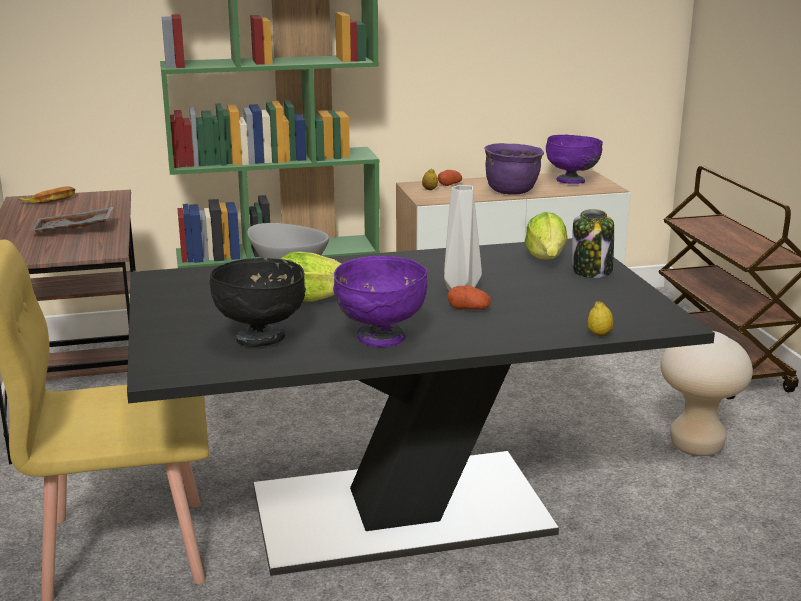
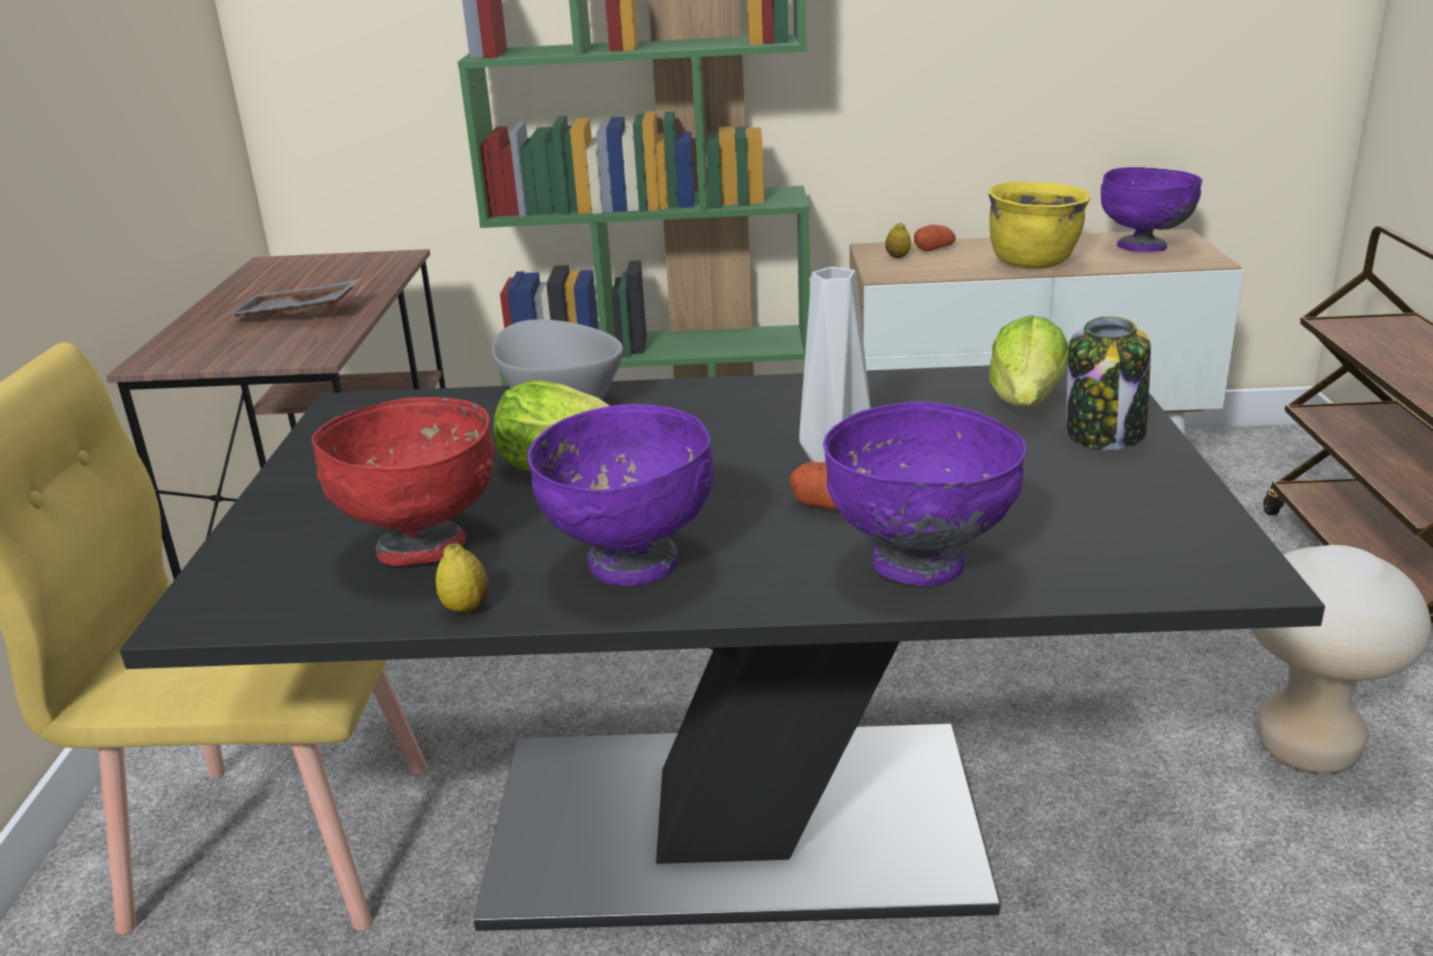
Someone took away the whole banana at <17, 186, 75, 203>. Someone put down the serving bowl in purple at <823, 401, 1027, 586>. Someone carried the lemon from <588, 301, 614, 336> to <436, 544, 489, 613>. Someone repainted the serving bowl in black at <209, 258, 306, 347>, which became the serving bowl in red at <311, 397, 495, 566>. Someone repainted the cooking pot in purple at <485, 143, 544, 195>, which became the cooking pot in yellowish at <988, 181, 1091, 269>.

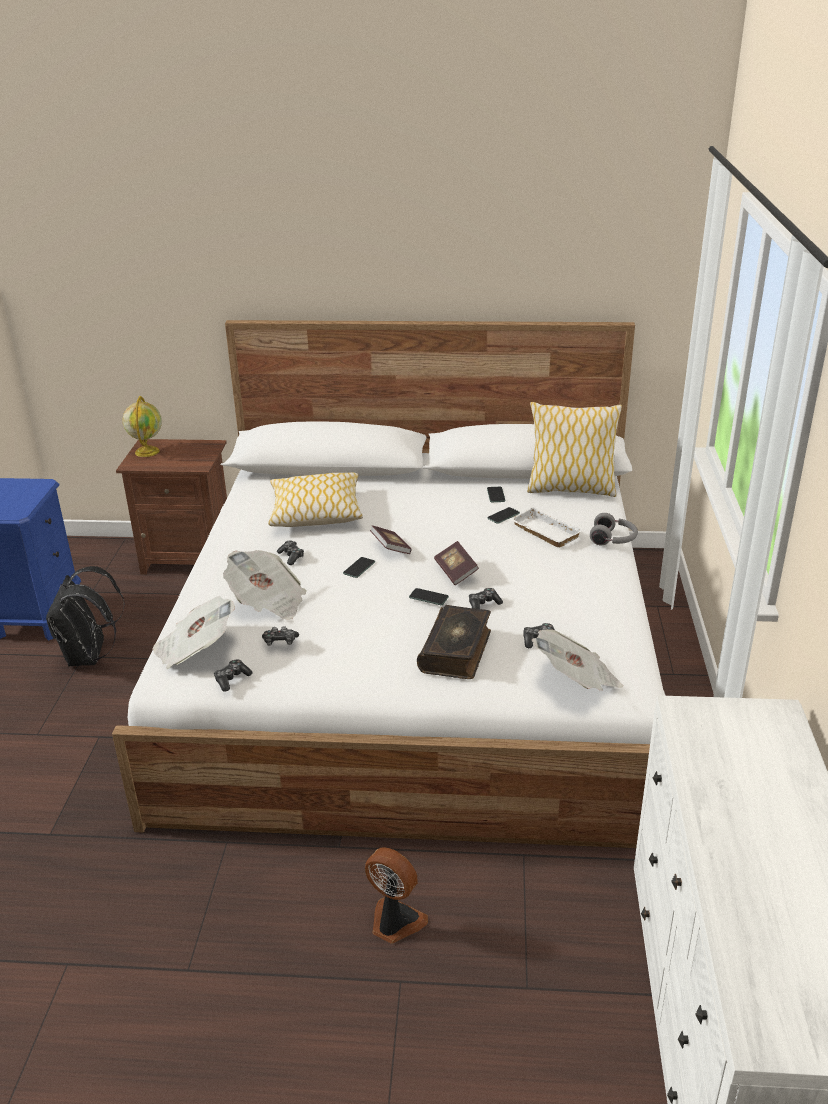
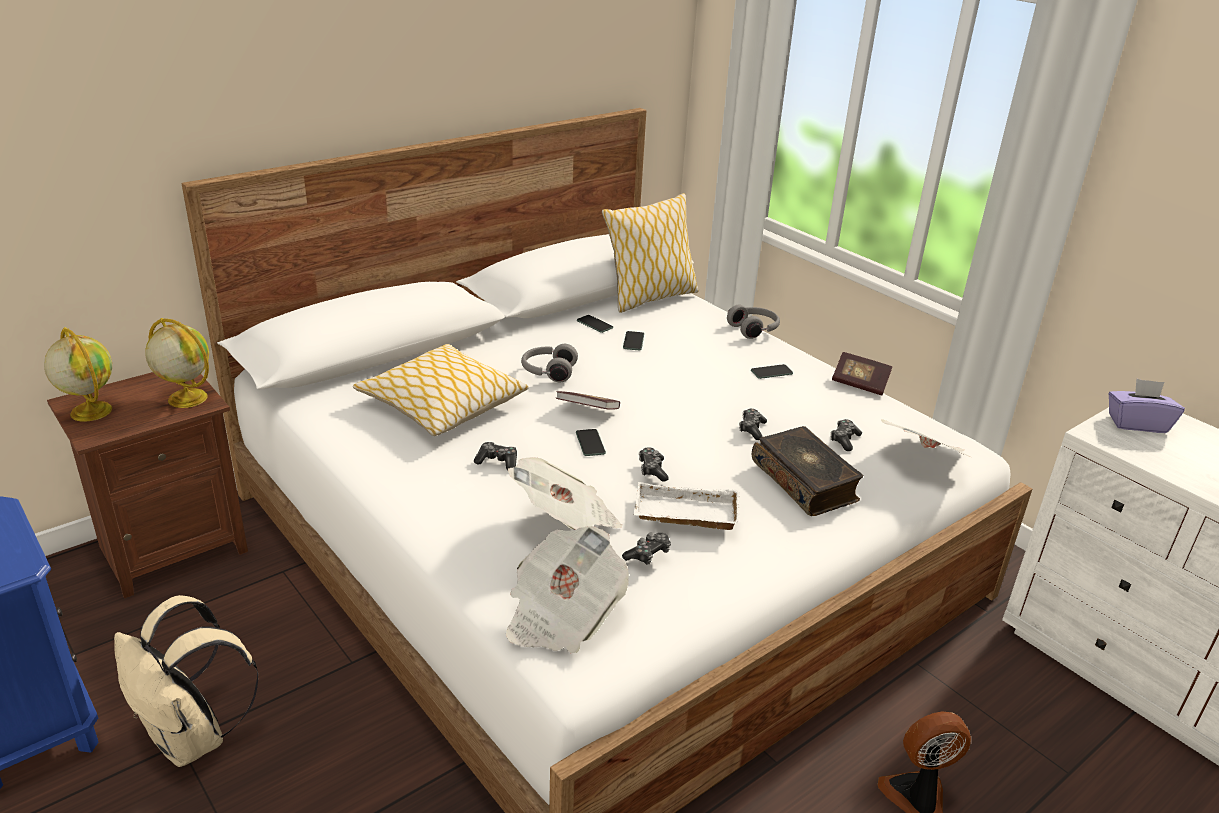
Someone put down the world globe at <145, 318, 209, 408>. Someone put down the headset in greyish at <521, 344, 578, 382>. Someone put down the tissue holder in purple at <1109, 379, 1185, 433>. Someone carried the gamepad from <214, 659, 253, 692> to <639, 447, 669, 481>. Someone carried the phone from <409, 588, 449, 605> to <751, 364, 793, 379>. Someone carried the book from <434, 541, 479, 585> to <832, 352, 893, 395>. Someone carried the carrying tray in white-coloured from <509, 507, 583, 547> to <633, 482, 740, 530>. Someone repainted the backpack in black at <46, 566, 125, 666>, which became the backpack in beige-coloured at <114, 595, 259, 767>.

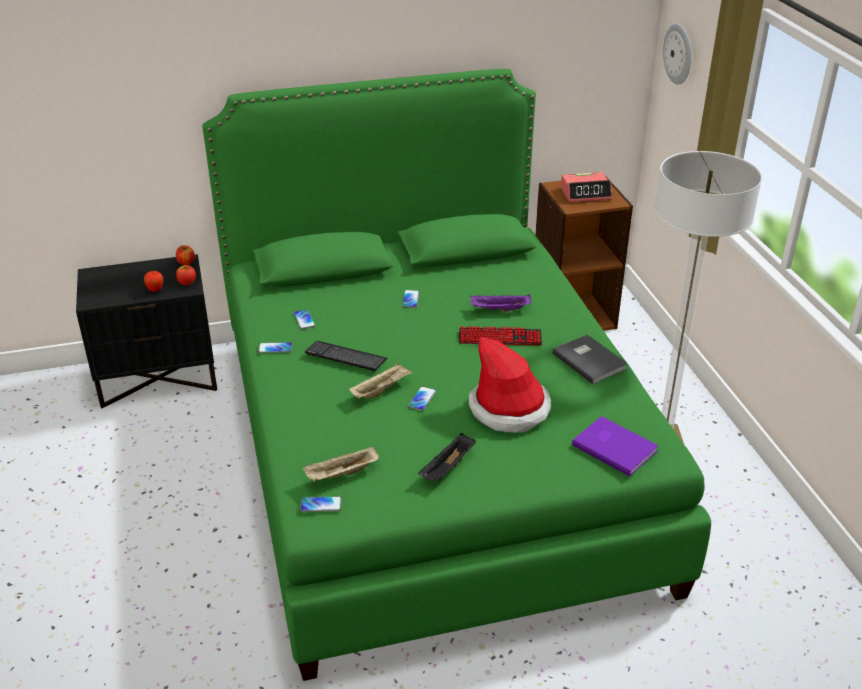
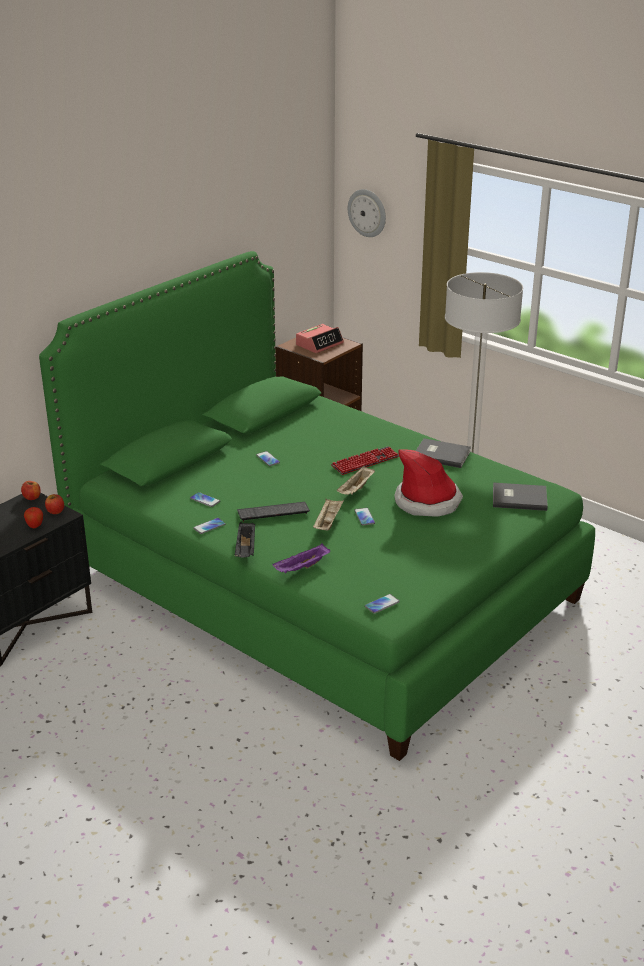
Someone carried the carrying tray in beige-coloured from <303, 446, 379, 482> to <336, 466, 375, 495>. Someone carried the carrying tray in black from <418, 433, 476, 482> to <235, 522, 255, 558>. Someone carried the carrying tray in purple from <470, 294, 531, 312> to <272, 543, 330, 573>. Someone repainted the book in purple at <572, 416, 659, 476>, which became the book in greyish at <493, 483, 548, 511>.

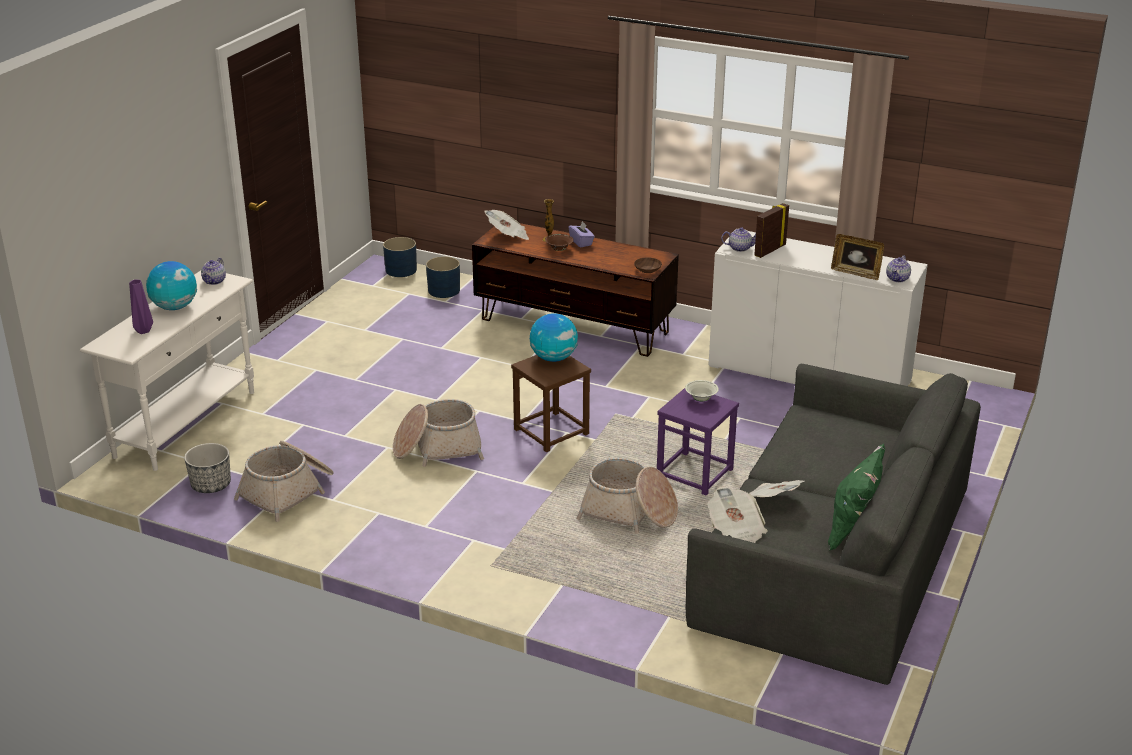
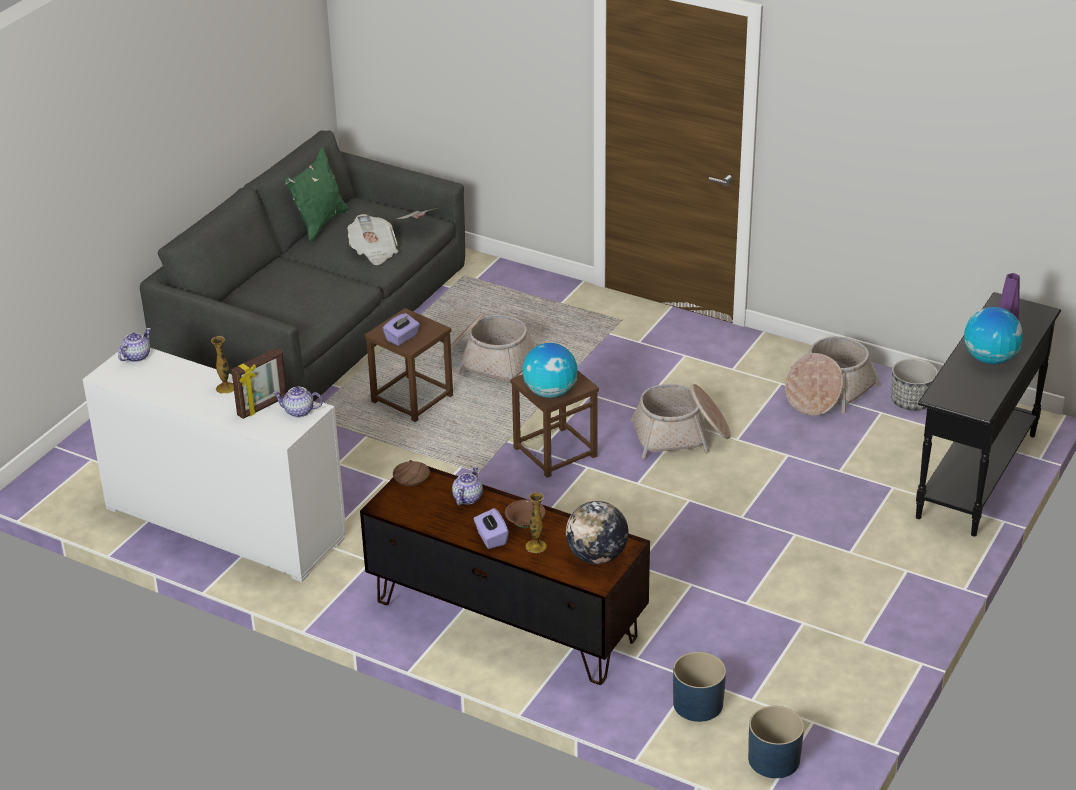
Someone took away the standing frame at <831, 234, 884, 280>. Someone put down the decorative vase at <211, 336, 234, 394>. Someone carried the pot for tea from <201, 258, 226, 285> to <452, 466, 483, 505>. Someone swapped the newspaper at <485, 210, 529, 240> for the world globe at <566, 501, 628, 564>. Someone swapped the serving bowl in white-coloured at <685, 380, 719, 401> for the tissue holder in purple at <383, 313, 420, 346>. Someone repainted the narrow table in white-coloured at <80, 271, 254, 471>, which became the narrow table in black at <916, 292, 1061, 537>. Someone repainted the stool seat in purple at <657, 388, 739, 495>, which became the stool seat in brown at <365, 308, 453, 422>.

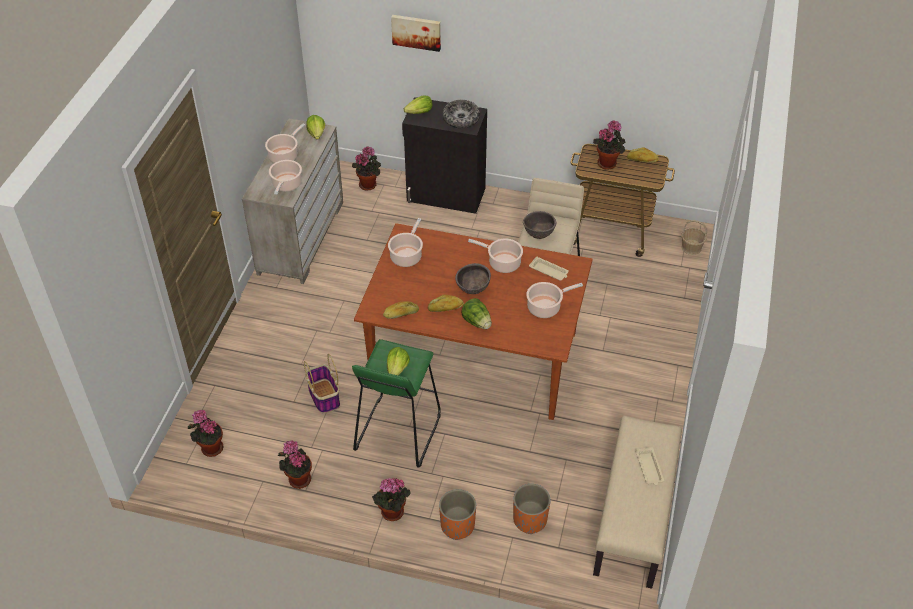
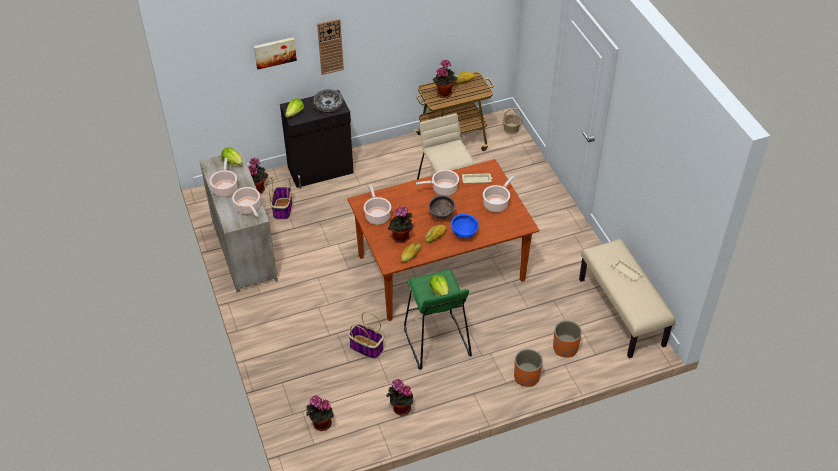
Someone took away the serving bowl in brown at <523, 211, 556, 239>. Someone put down the basket at <269, 177, 292, 220>. Someone put up the hanging clock at <317, 18, 344, 75>. Someone carried the houseplant from <372, 478, 410, 521> to <388, 206, 413, 243>. Someone swapped the lettuce head at <462, 298, 492, 329> for the serving bowl in bluish at <451, 214, 479, 238>.

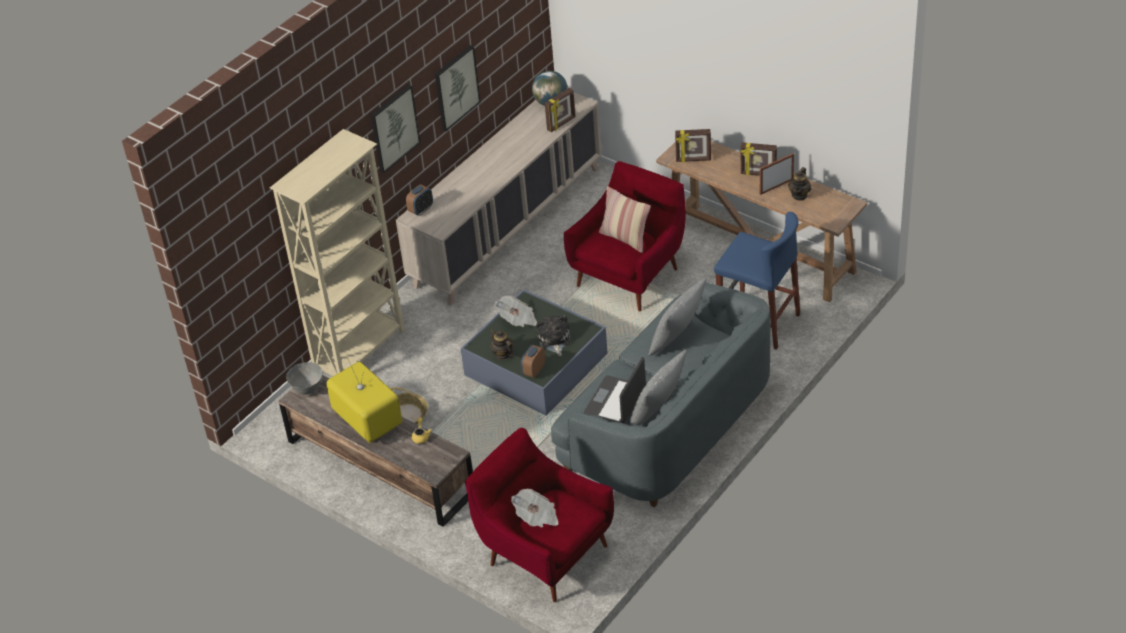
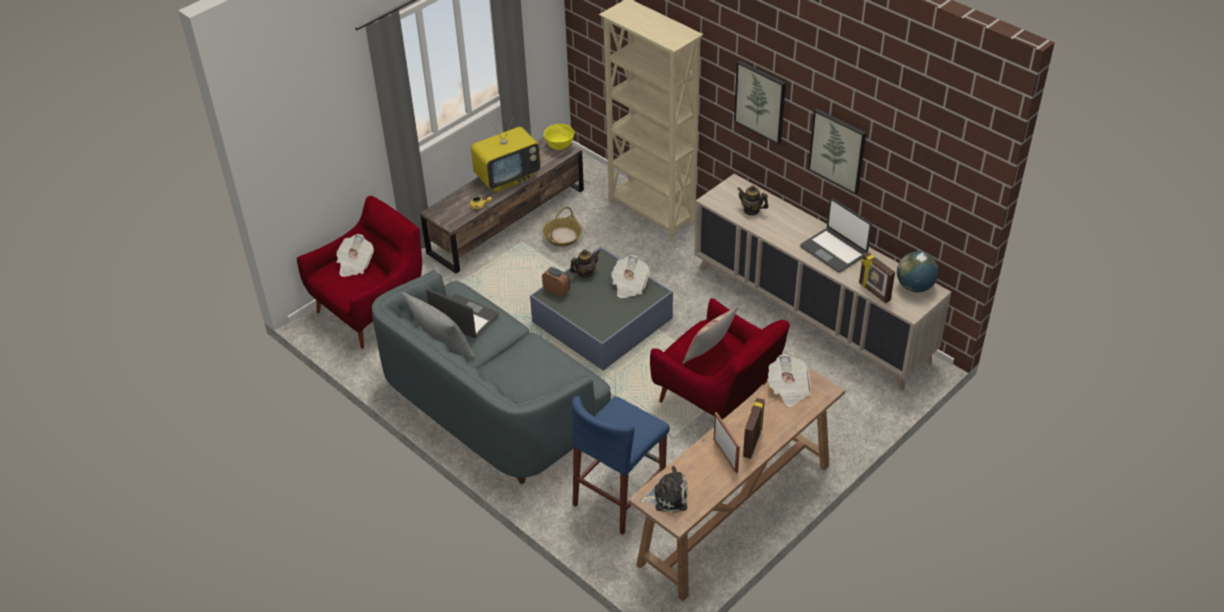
Someone took away the table clock at <406, 184, 433, 216>. Someone took away the cushion in greyish at <649, 278, 706, 356>. Someone put down the laptop at <800, 198, 872, 273>. Someone carried the plush toy from <536, 315, 570, 356> to <640, 466, 688, 513>. Someone carried the pot for tea from <788, 167, 811, 201> to <737, 185, 769, 215>. Someone swapped the standing frame at <675, 129, 711, 162> for the newspaper at <768, 354, 811, 407>. Someone repainted the serving bowl in greyish at <286, 362, 322, 395>, which became the serving bowl in yellowish at <544, 124, 574, 150>.

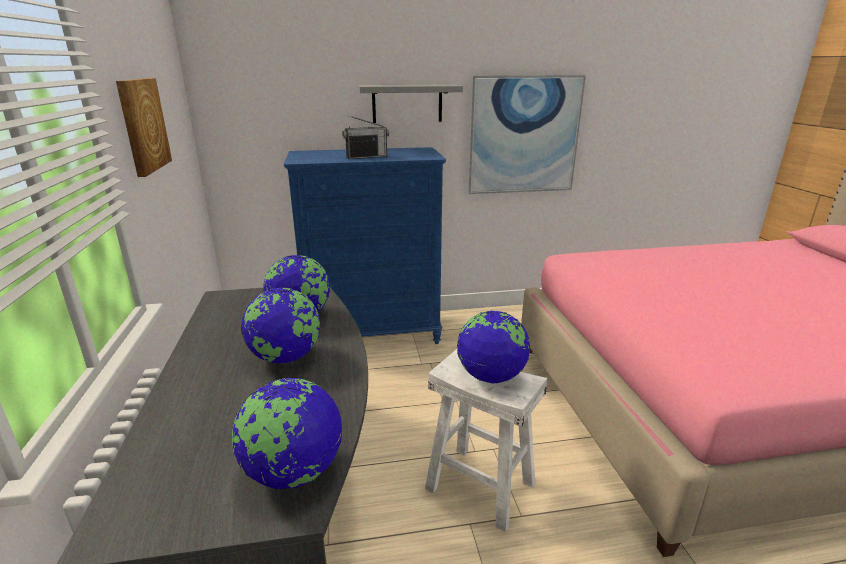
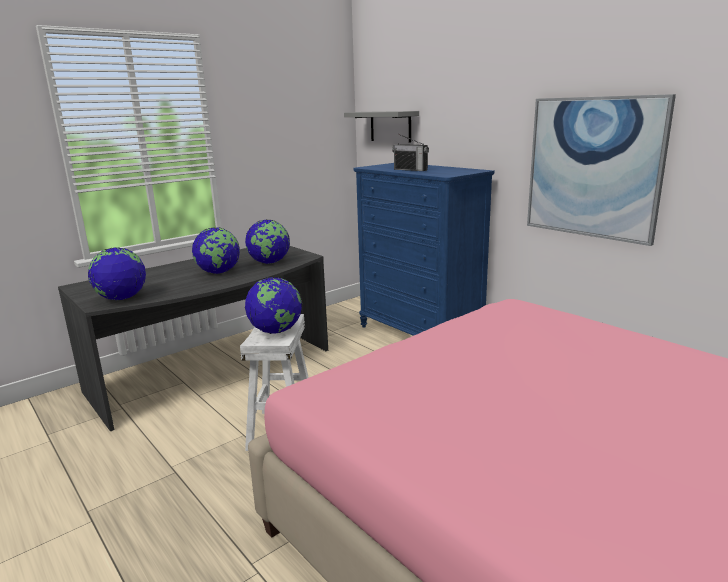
Someone took away the wall picture at <116, 78, 172, 177>. Someone carried the bracket shelf in greyish from <358, 84, 463, 123> to <344, 111, 419, 143>.

